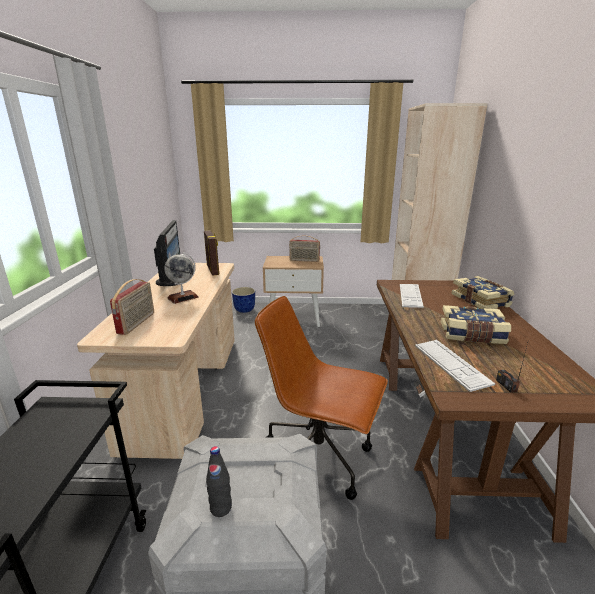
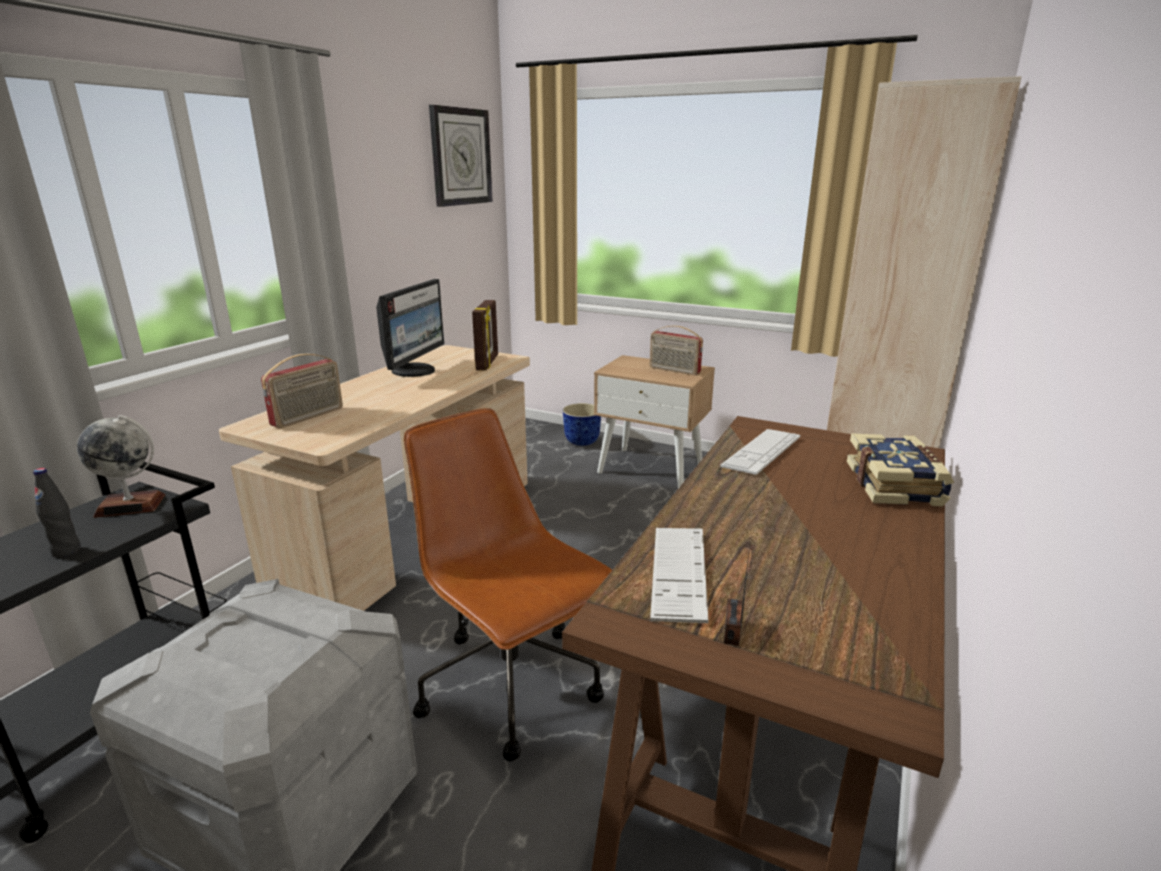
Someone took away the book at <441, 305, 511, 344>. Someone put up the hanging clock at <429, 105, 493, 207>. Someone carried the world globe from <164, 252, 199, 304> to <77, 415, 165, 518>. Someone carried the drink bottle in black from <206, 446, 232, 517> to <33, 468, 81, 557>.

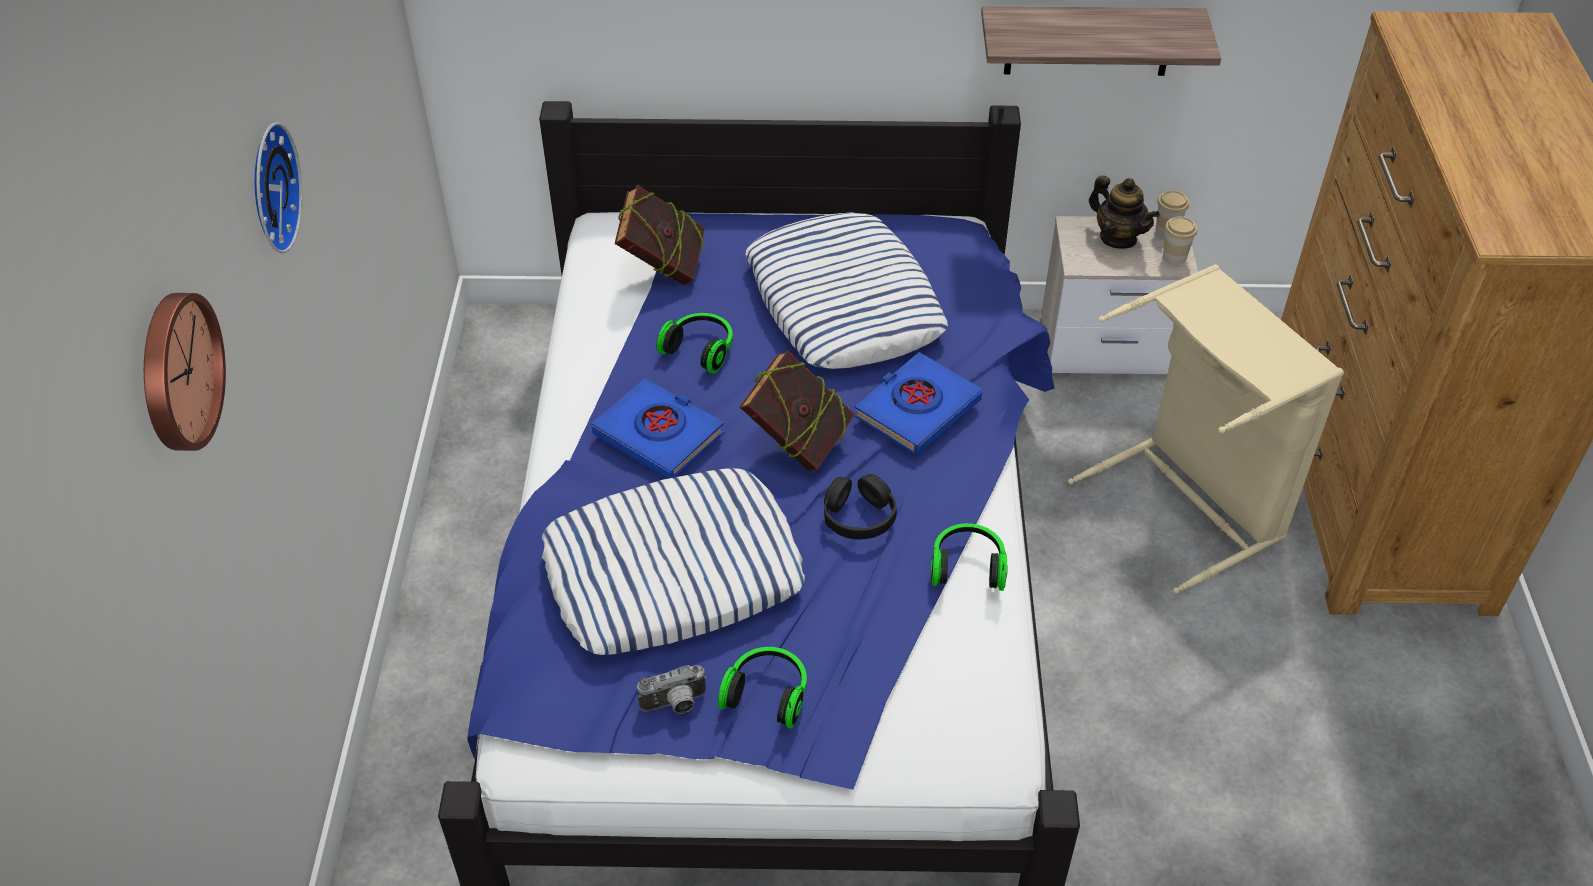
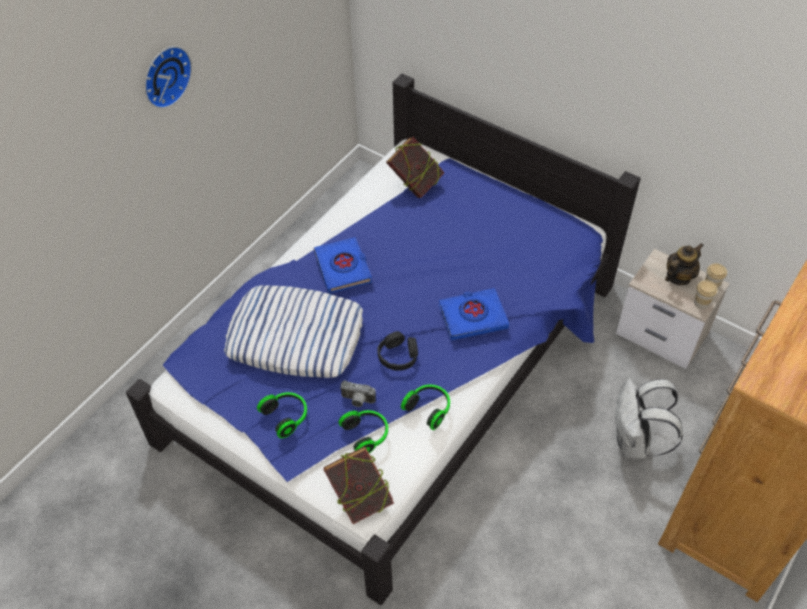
Someone took away the hanging clock at <144, 293, 226, 451>. Someone took away the cushion at <745, 212, 948, 369>. Someone took away the bracket shelf at <981, 6, 1221, 76>. Someone carried the photo camera from <637, 665, 707, 714> to <340, 381, 376, 407>. Someone carried the headset from <656, 313, 733, 374> to <338, 410, 388, 453>. Someone carried the book from <740, 350, 855, 471> to <324, 446, 394, 524>. Someone swapped the hamper in beige-coloured at <1068, 264, 1344, 594> for the backpack in white-coloured at <614, 378, 683, 459>. Someone rotated the pot for tea at <1089, 175, 1160, 249> by 120 degrees counterclockwise.

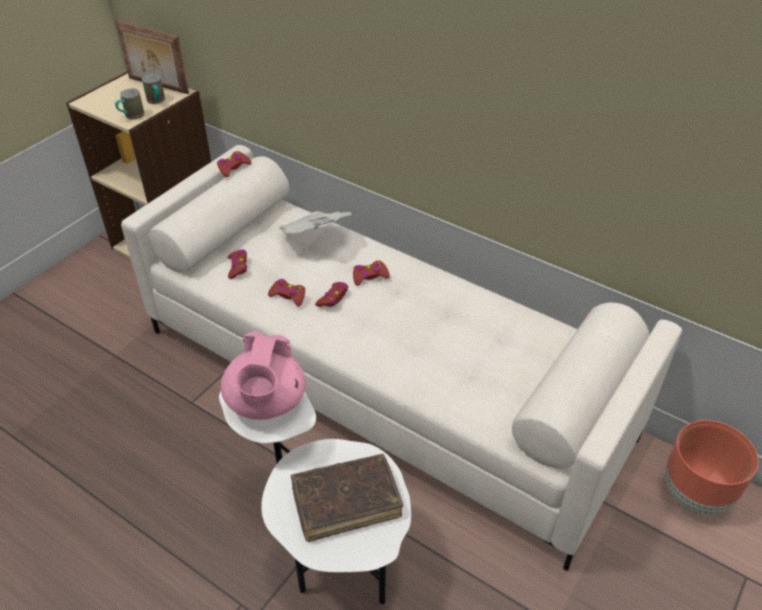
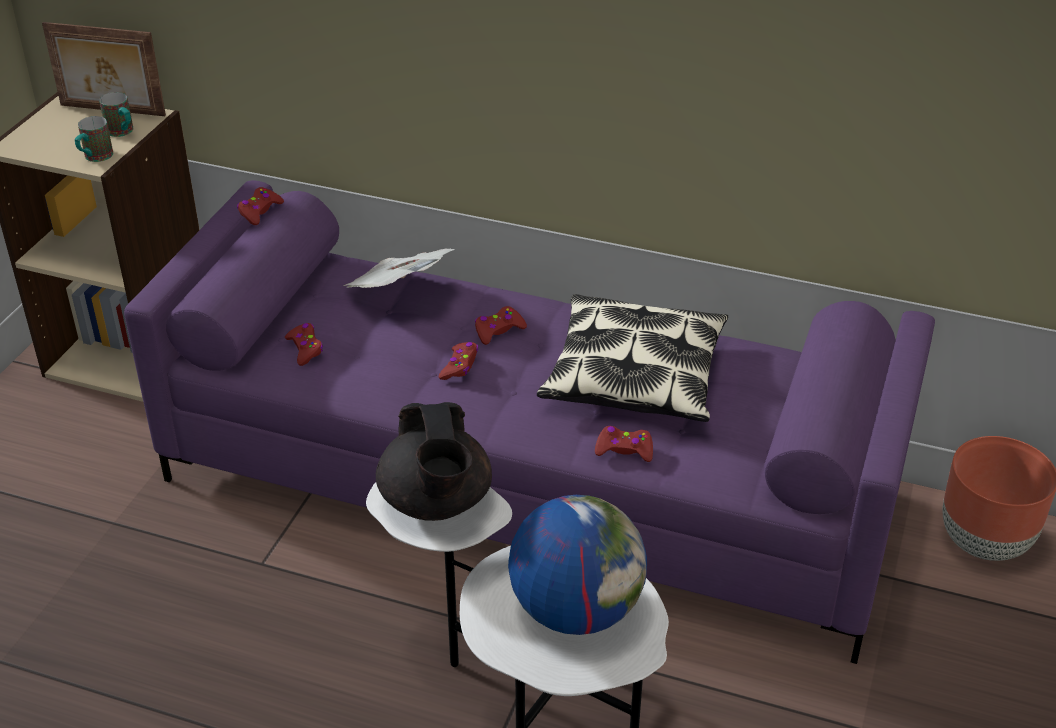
Someone put down the cushion at <537, 294, 728, 422>. Someone carried the gamepad in red from <268, 279, 305, 306> to <595, 426, 653, 462>. Someone swapped the book in brown at <291, 454, 403, 542> for the world globe at <508, 495, 647, 635>. Someone repainted the settee in white-coloured at <121, 145, 682, 571>, which became the settee in purple at <124, 180, 935, 664>. Someone repainted the pot for tea in pink-coloured at <221, 331, 306, 420>, which became the pot for tea in black at <376, 402, 492, 521>.

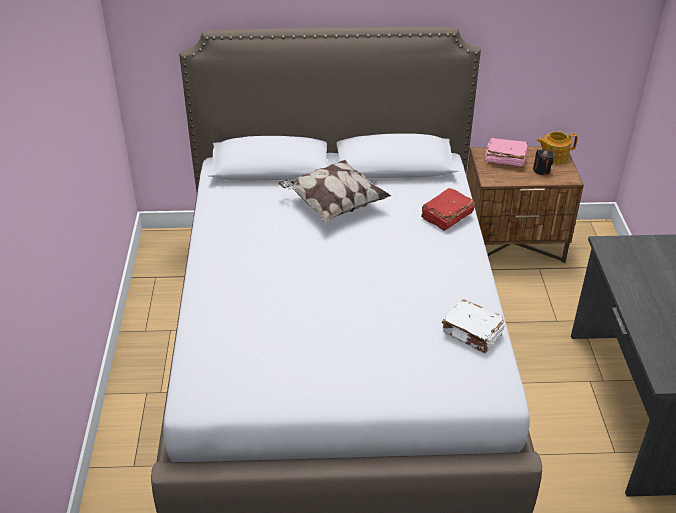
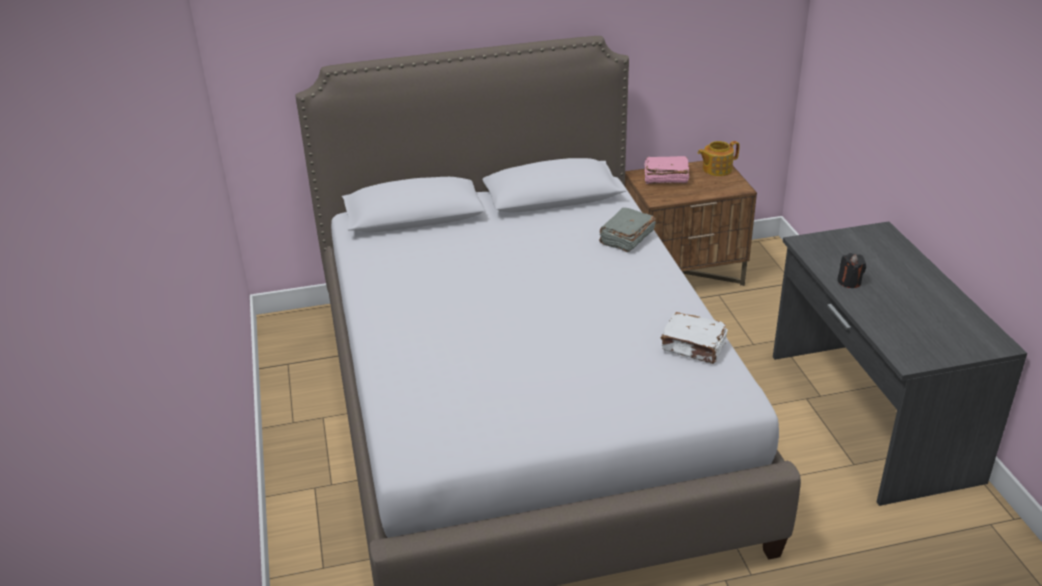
Someone took away the cushion at <278, 160, 391, 223>. Someone carried the candle in black from <533, 149, 554, 175> to <837, 253, 866, 288>. Someone repainted the book in red at <421, 188, 475, 231>, which became the book in greyish at <599, 208, 656, 252>.

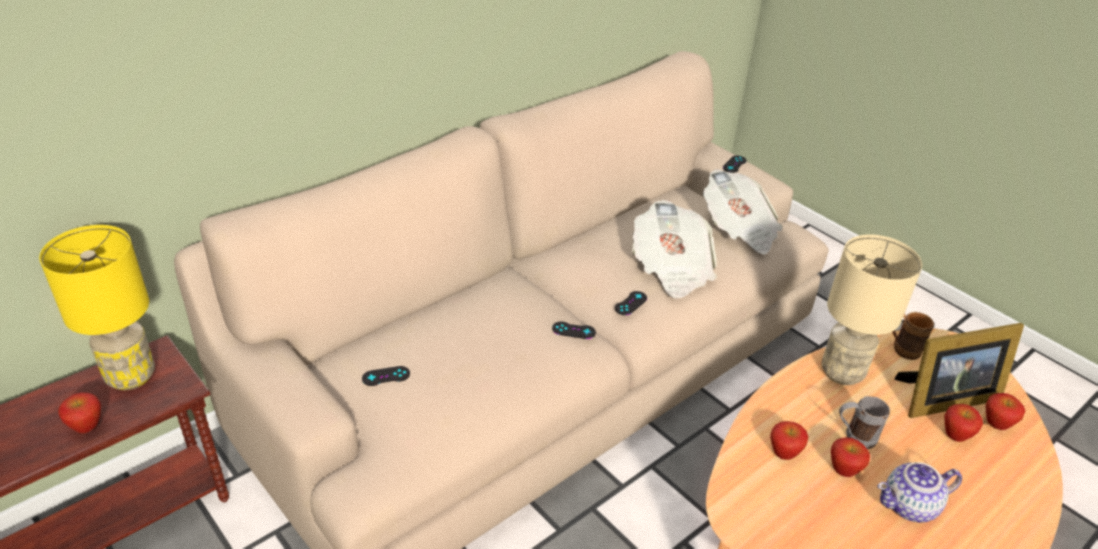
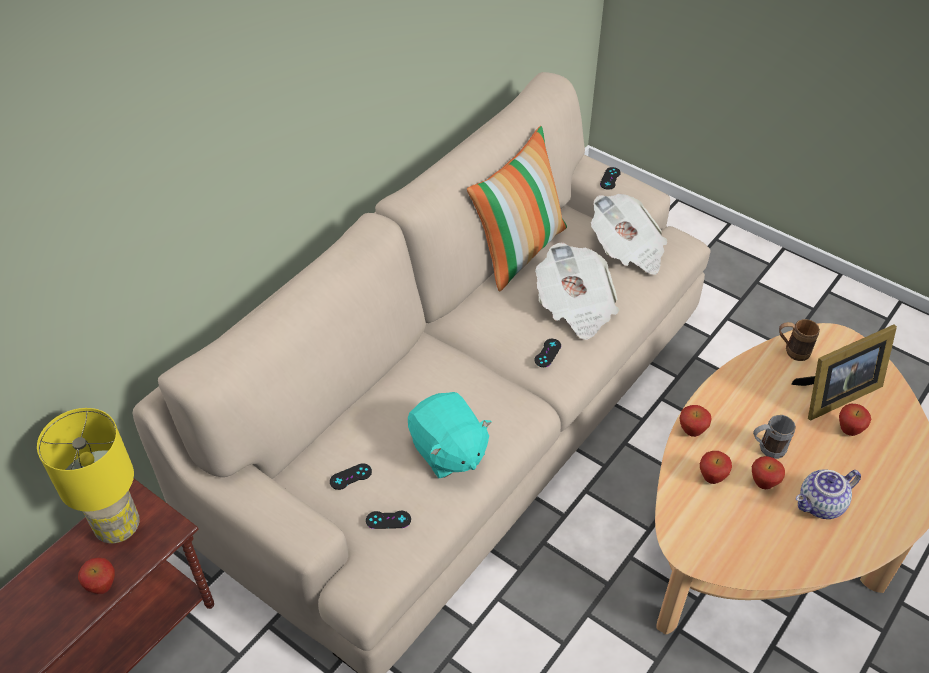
Someone took away the table lamp in beige-coloured at <822, 234, 922, 385>. Someone put down the plush toy in blue-green at <408, 392, 492, 478>. Someone put down the cushion at <467, 126, 567, 292>. Someone carried the gamepad in black from <552, 321, 596, 339> to <366, 511, 411, 529>. Someone carried the apple from <985, 393, 1025, 430> to <679, 405, 711, 437>.

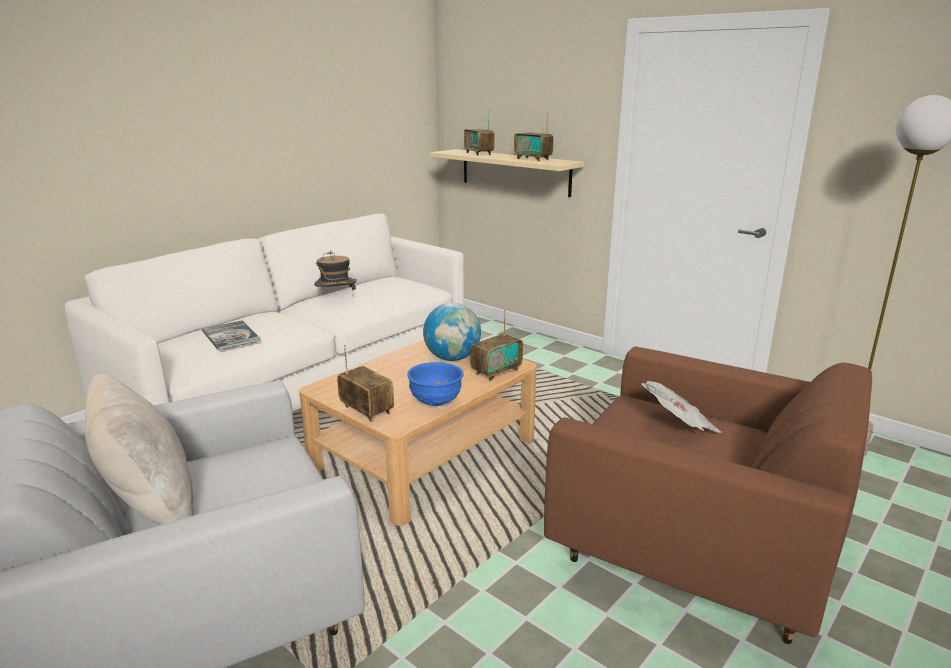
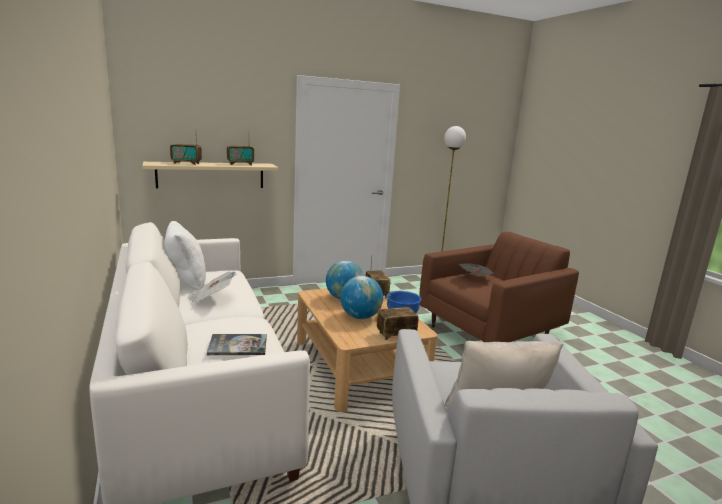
Someone put down the cushion in white-coloured at <165, 221, 206, 290>. Someone put down the world globe at <340, 276, 383, 319>. Someone swapped the wearable hat at <314, 251, 357, 290> for the newspaper at <188, 272, 236, 304>.

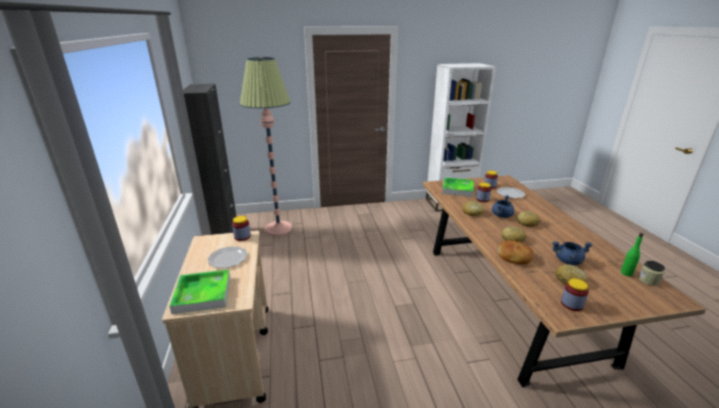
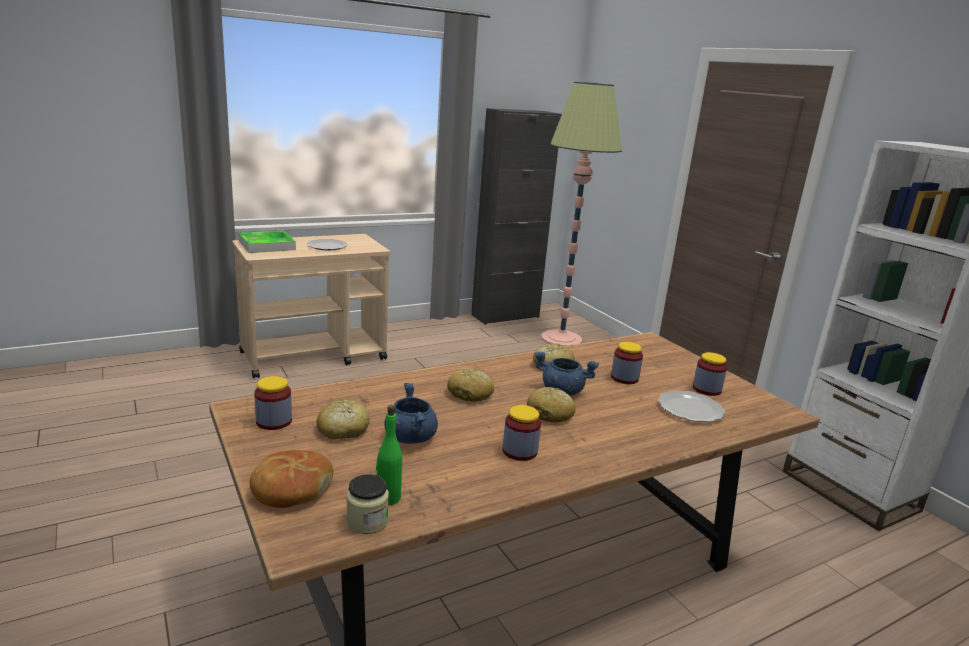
Someone took away the carrying tray at <442, 177, 474, 197>. Someone carried the jar from <232, 216, 251, 241> to <503, 405, 541, 461>. Someone carried the baked bread from <498, 240, 534, 264> to <250, 450, 333, 508>.

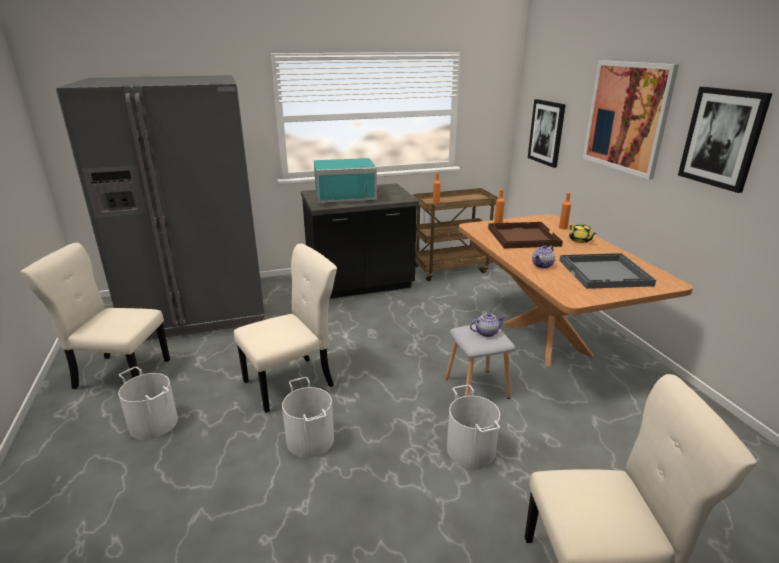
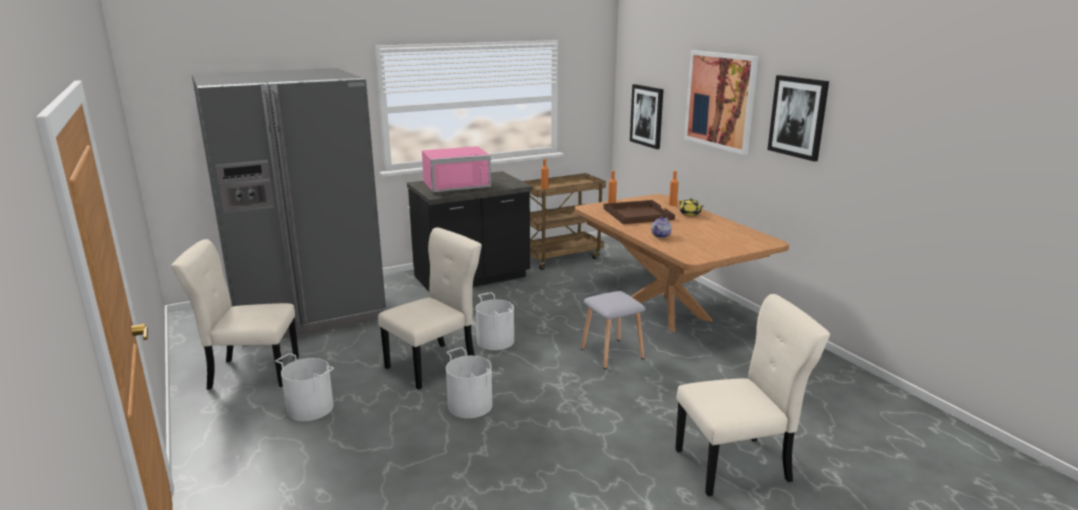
Someone took away the pot for tea at <470, 313, 506, 337>. Someone took away the carrying tray in greyish at <559, 253, 656, 289>. Someone carried the water bucket in white-coloured from <447, 385, 500, 468> to <476, 292, 514, 350>. Someone repainted the microwave in blue-green at <314, 158, 377, 203>, which became the microwave in pink-coloured at <422, 146, 491, 192>.

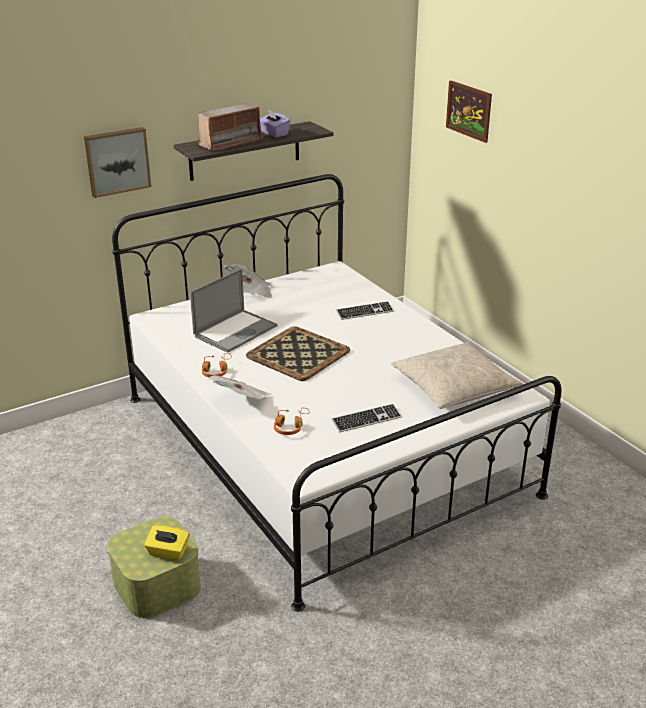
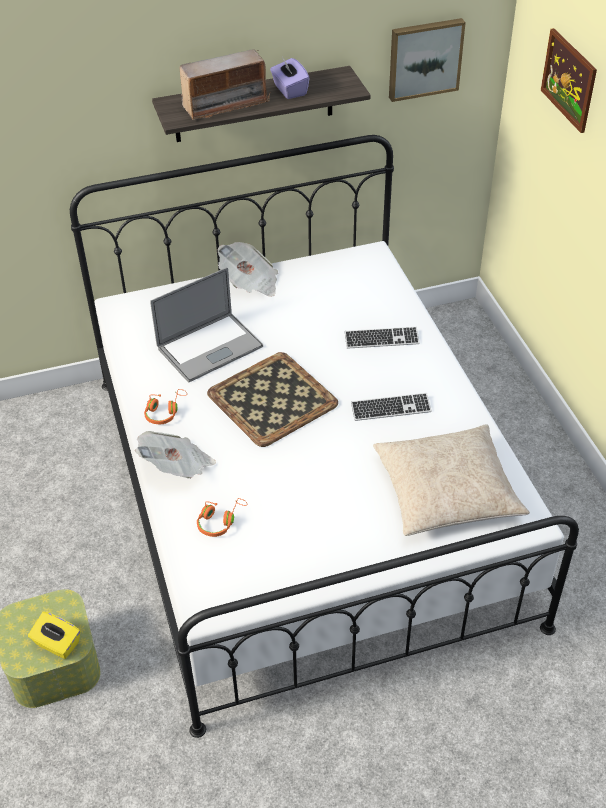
Someone carried the wall picture from <84, 127, 151, 198> to <389, 18, 466, 102>. Someone carried the keyboard from <332, 404, 402, 433> to <351, 393, 432, 421>.

